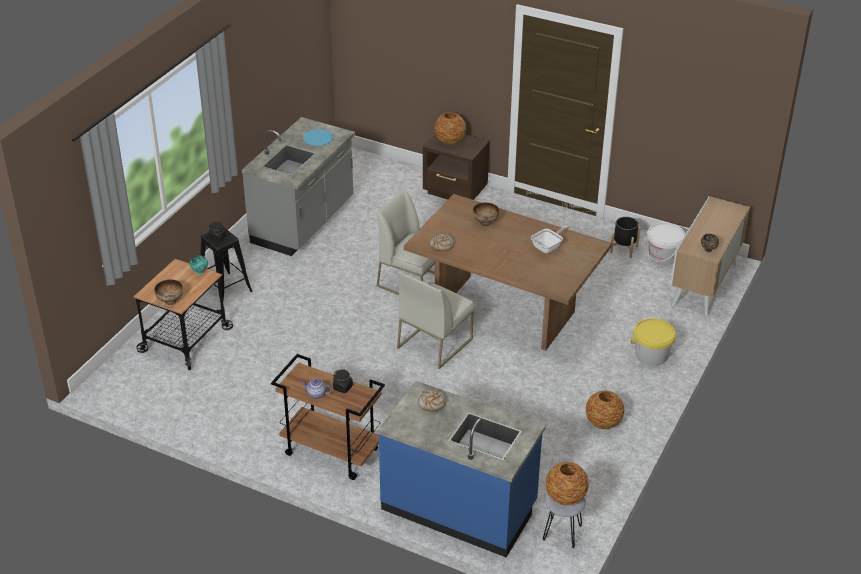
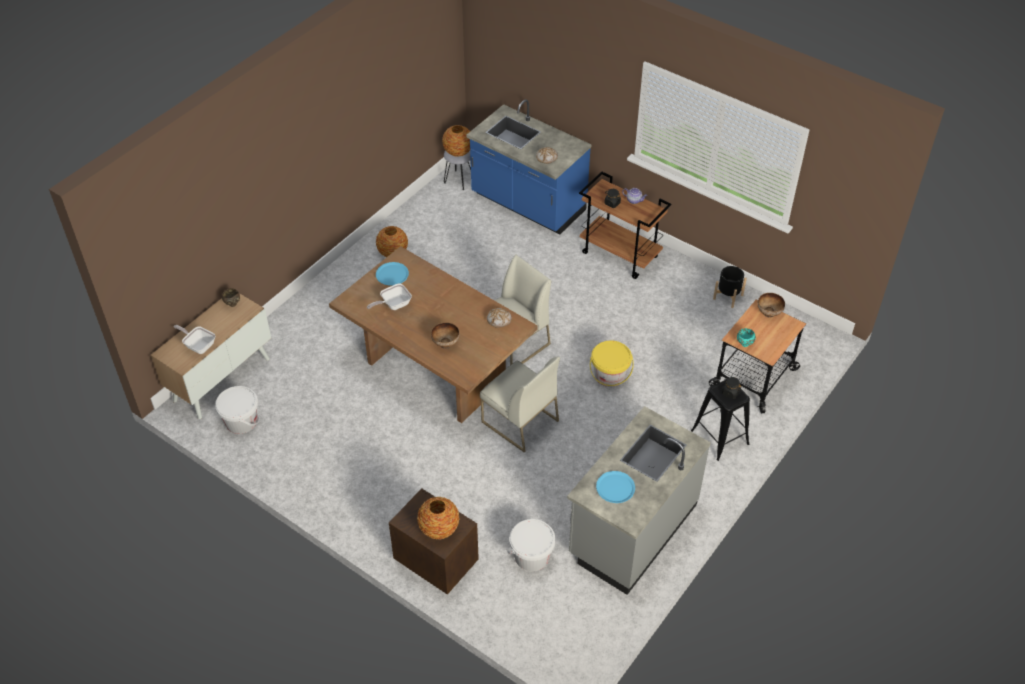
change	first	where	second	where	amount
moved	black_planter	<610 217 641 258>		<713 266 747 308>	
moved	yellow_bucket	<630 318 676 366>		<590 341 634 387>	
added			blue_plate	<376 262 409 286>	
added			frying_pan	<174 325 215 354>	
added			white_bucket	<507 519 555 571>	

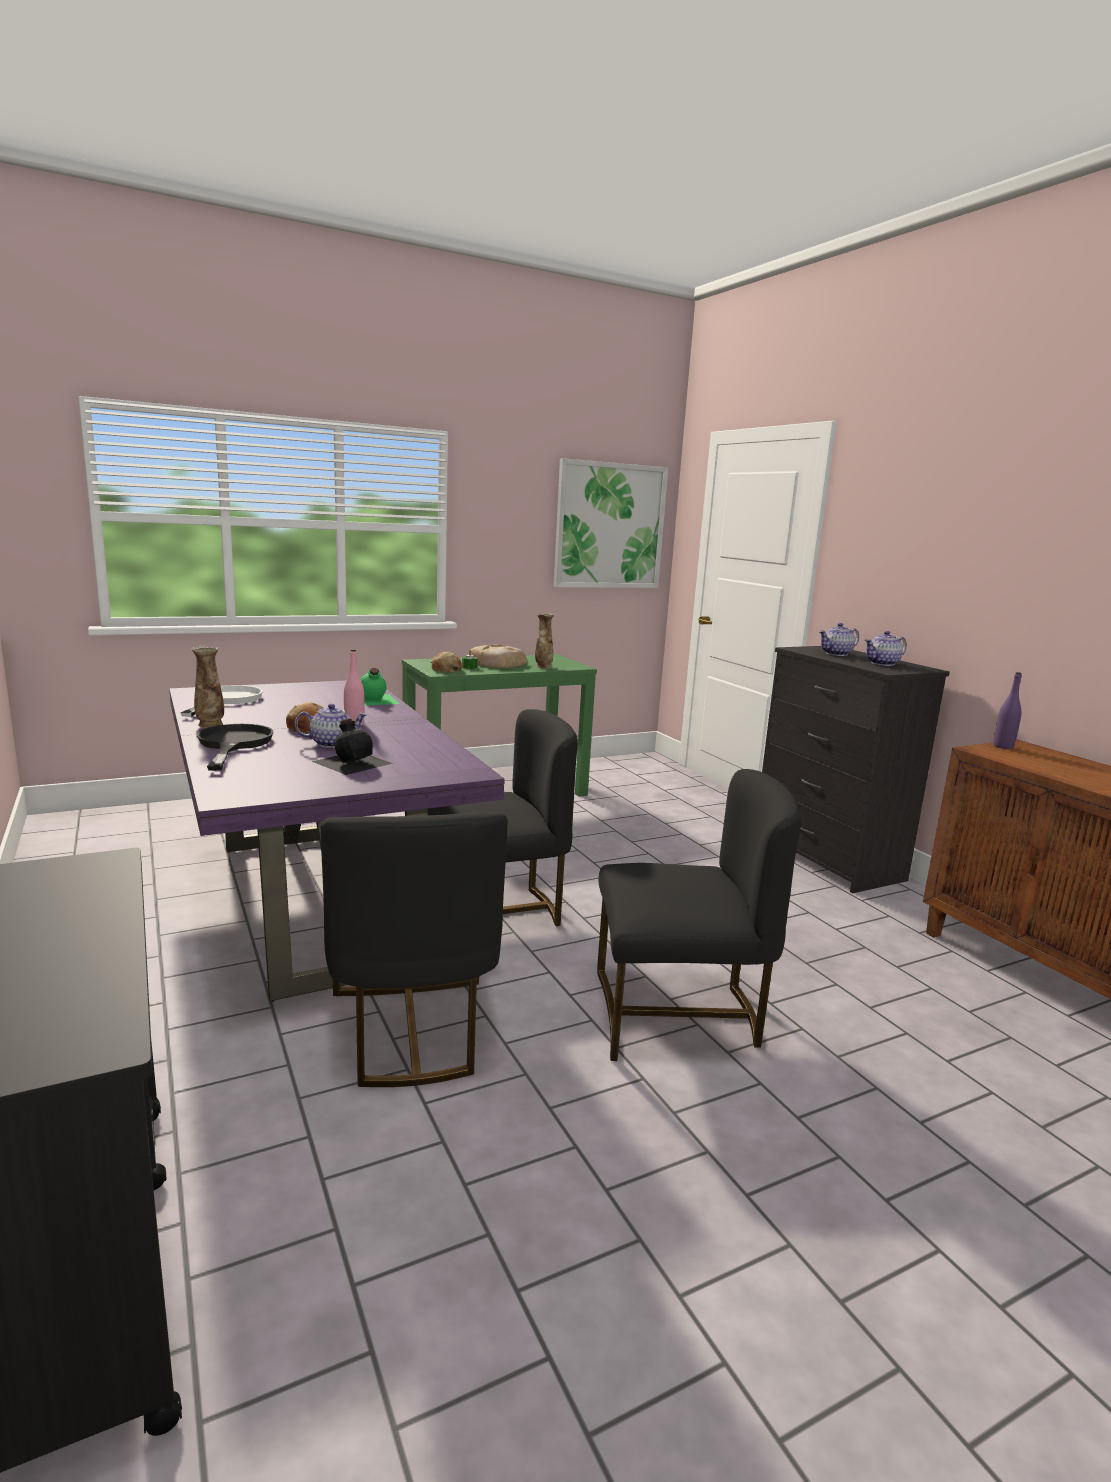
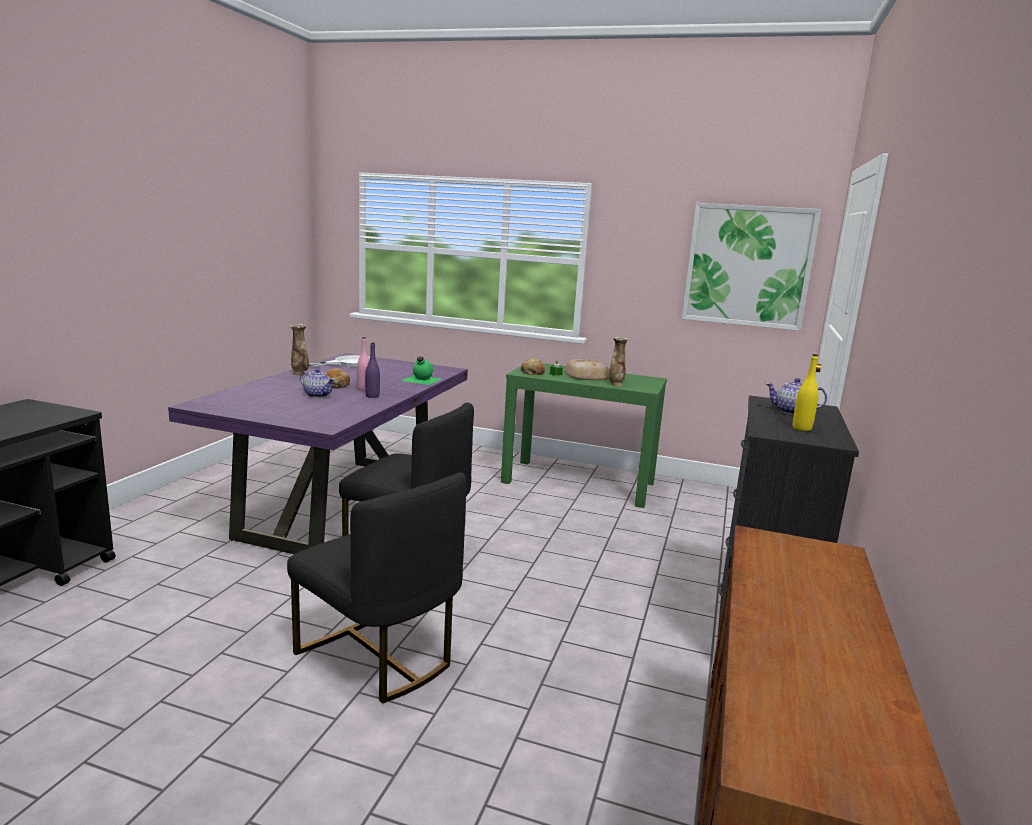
change	first	where	second	where	amount
replaced	teapot	<865 631 907 666>	yellow_bottle	<793 354 819 431>	
moved	purple_bottle	<993 672 1022 749>		<365 342 380 398>	
removed	black_bottle	<311 718 393 775>			
removed	black_frying_pan	<197 724 273 771>			
removed	black_chair	<320 812 508 1087>			

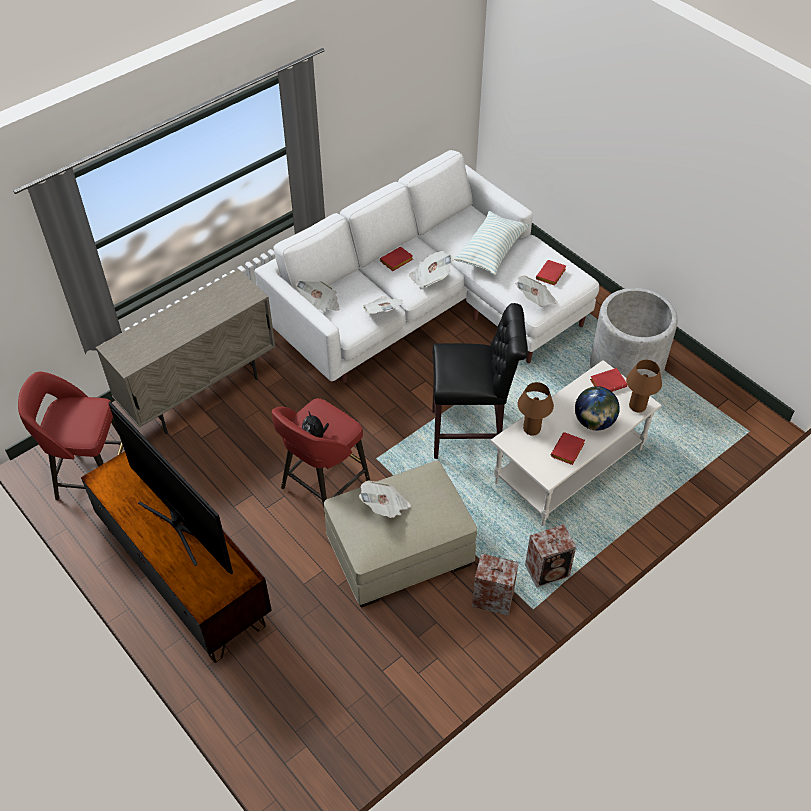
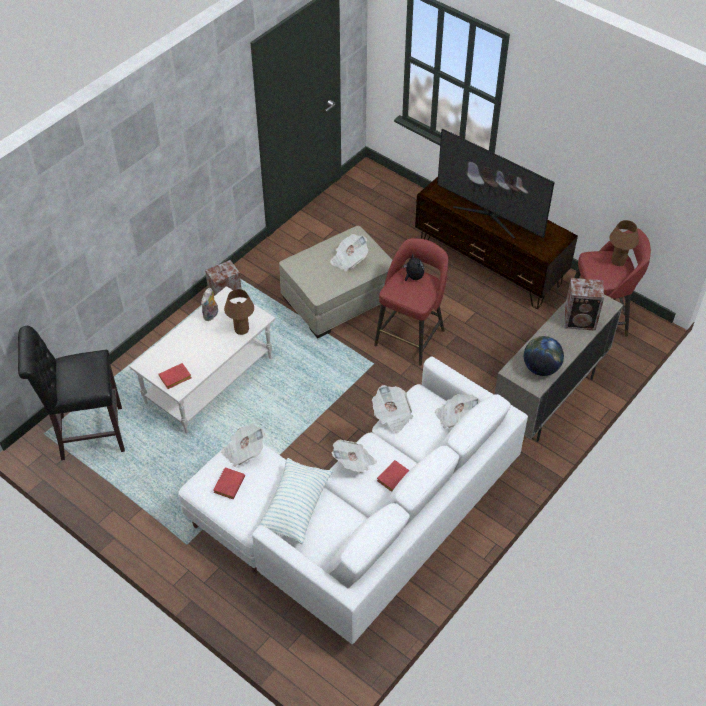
change	first	where	second	where	amount
removed	grey_planter	<590 288 678 378>			
moved	black_stool	<432 303 528 459>		<18 326 125 460>	
moved	brown_table_lamp	<626 360 662 413>		<609 220 639 266>	
moved	globe	<575 386 620 430>		<524 336 564 376>	
replaced	red_book	<551 432 585 465>	plush_toy	<201 288 218 321>	
moved	speaker	<472 553 519 616>		<564 278 604 331>	

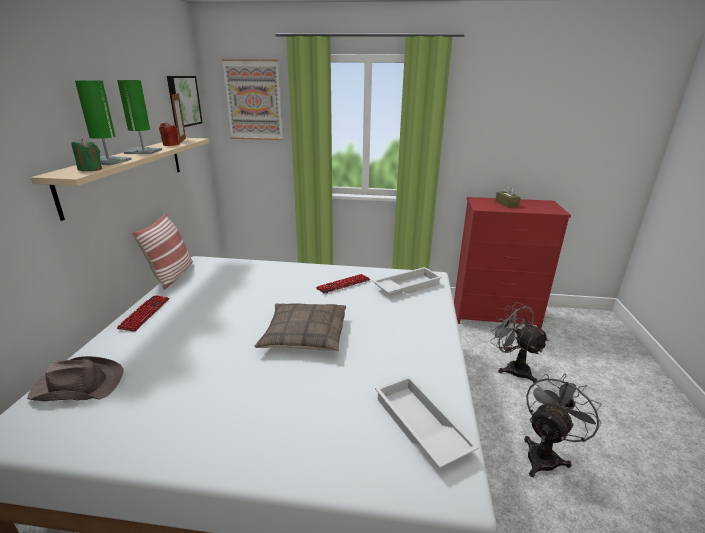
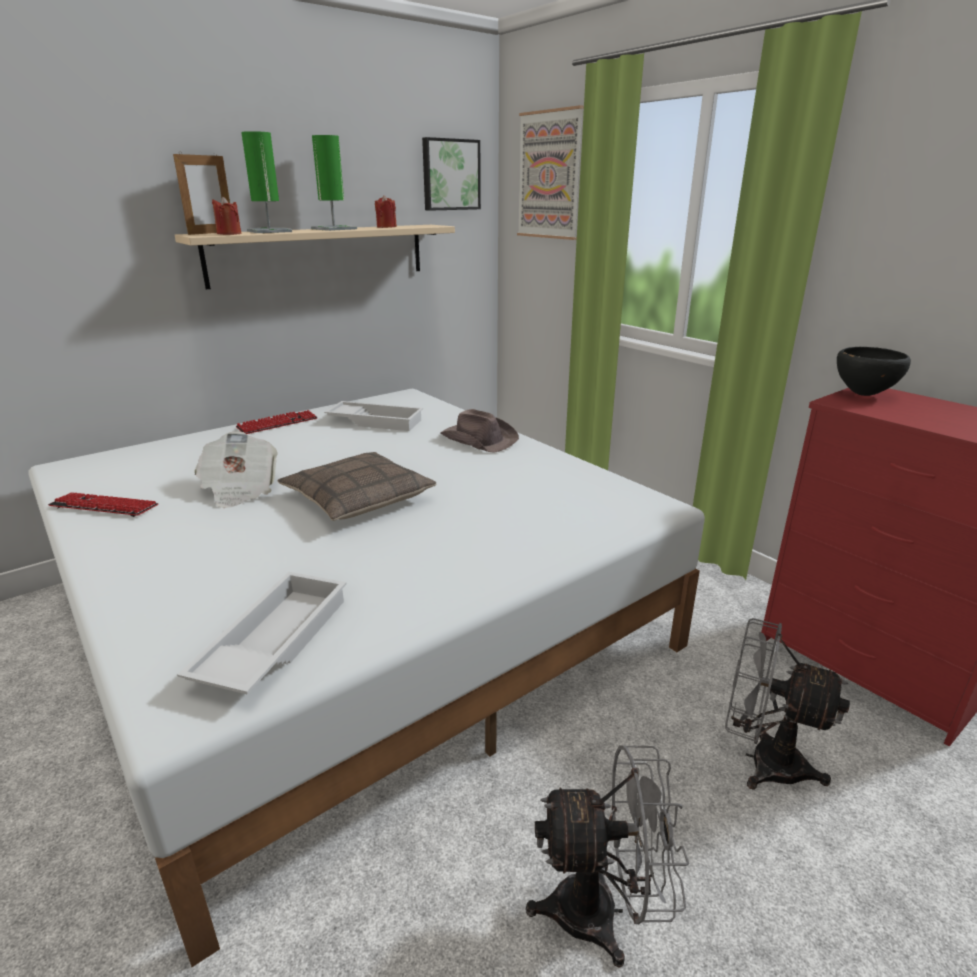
change	first	where	second	where	amount
moved	picture_frame	<171 93 186 143>		<173 151 230 235>	
recoloured	green_candle	<71 138 102 171>	red_candle	<212 197 241 235>	
removed	brown_tissue_box	<495 185 521 208>			
removed	pillow	<132 213 193 290>			
moved	white_tray	<373 267 442 294>		<324 401 423 431>	
moved	keyboard	<316 274 370 294>		<48 492 158 517>	
turned	grey_fan	<490 302 549 383>		<725 618 850 790>	75 degrees counterclockwise
moved	brown_hat	<27 356 124 401>		<441 409 519 453>	
added			black_bowl	<837 347 911 396>	
added			newspaper	<194 431 278 508>	

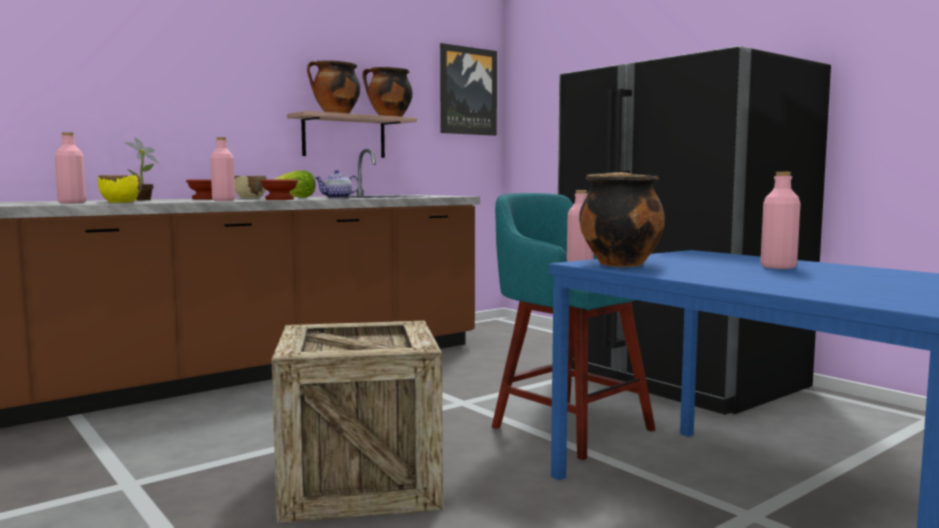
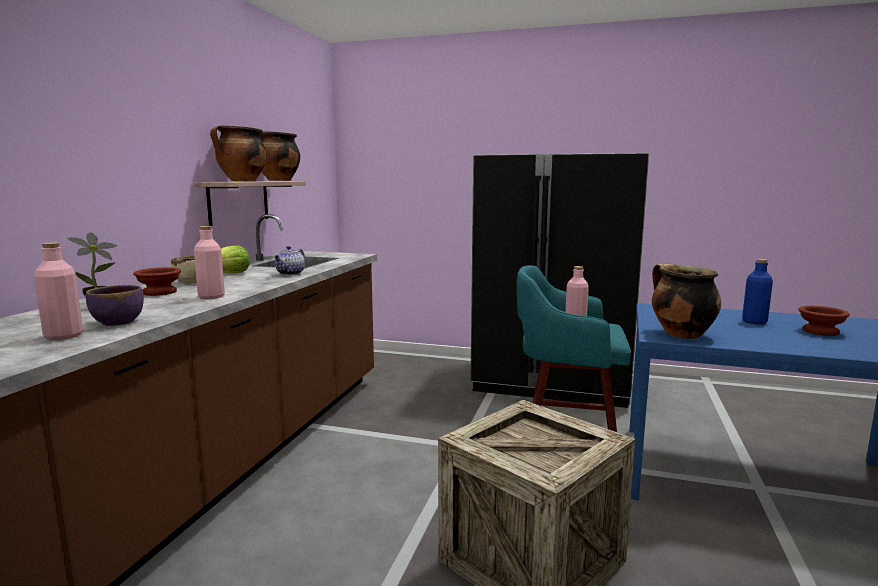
change	first	where	second	where	amount
removed	picture	<440 43 497 136>			
recoloured	pink_bottle	<760 172 801 269>	blue_bottle	<742 259 773 325>	
recoloured	yellow_bowl	<98 175 142 203>	purple_bowl	<86 285 144 326>	
moved	brown_bowl	<260 180 298 200>		<798 306 850 336>	

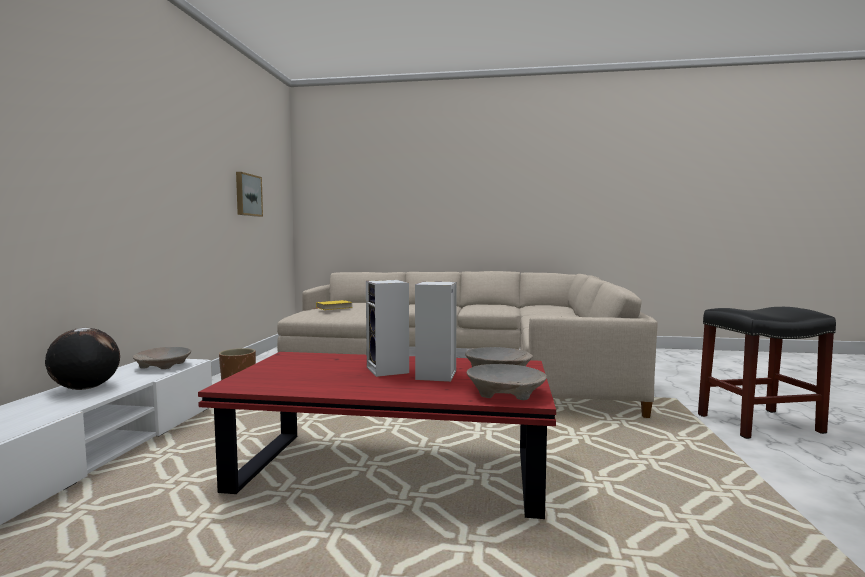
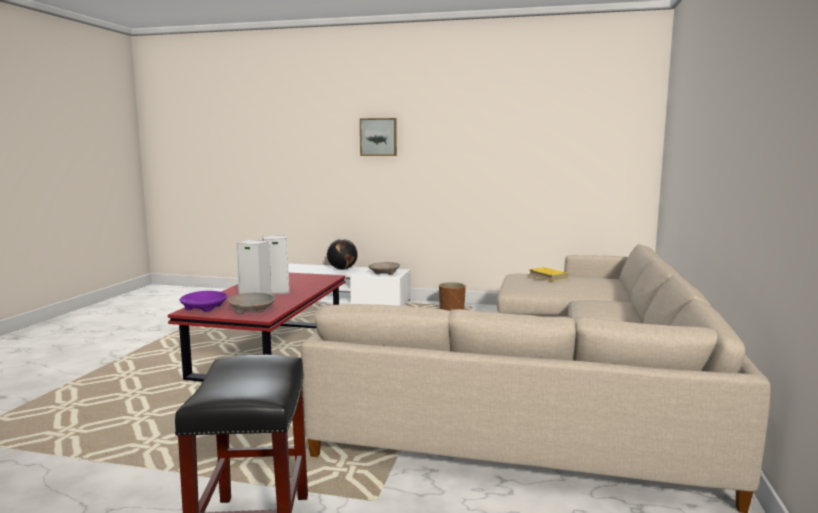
change	first	where	second	where	amount
moved	picture	<236 172 263 217>		<360 118 397 156>	
recoloured	beige_bowl	<467 364 547 400>	purple_bowl	<179 291 227 311>	

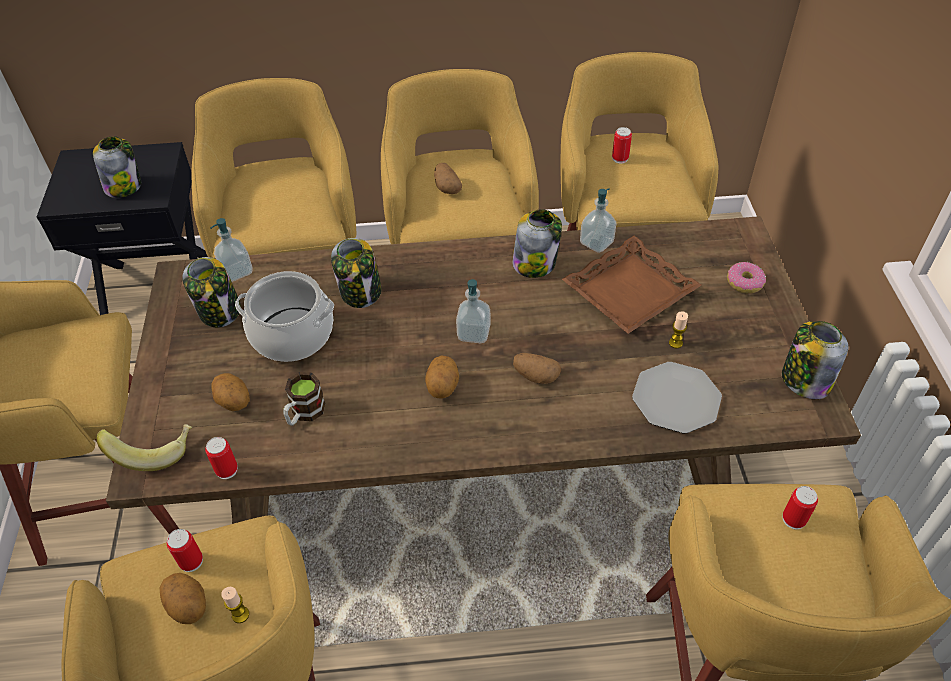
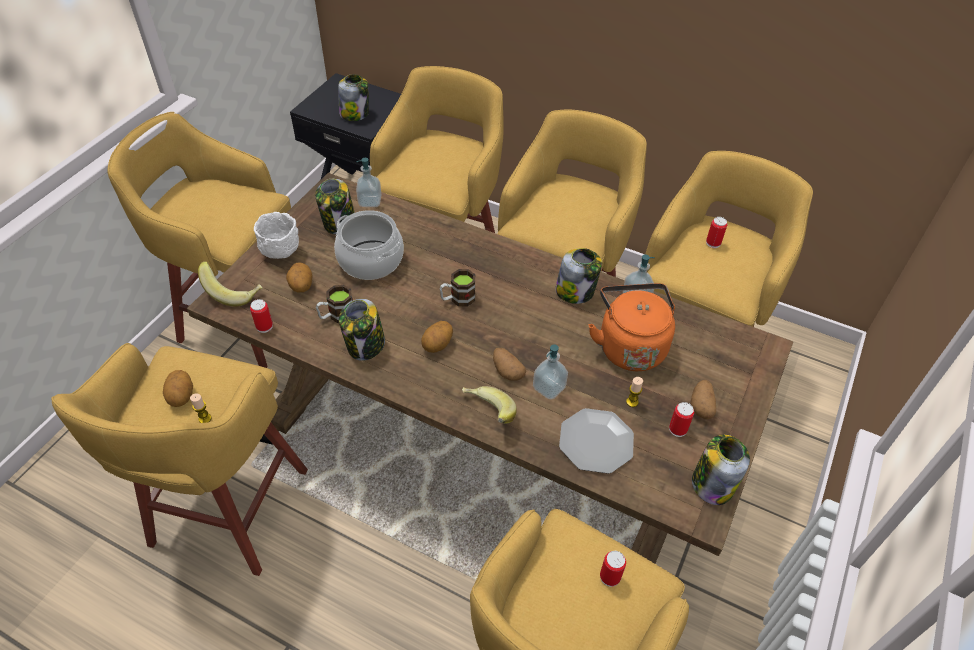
change	first	where	second	where	amount
moved	potato	<434 163 462 194>		<691 380 716 419>	
replaced	brown_tray	<562 235 701 334>	orange_kettle	<589 283 675 371>	
moved	jar	<331 238 381 308>		<339 299 385 361>	
removed	donut	<727 262 766 294>			
moved	soap_dispenser	<456 279 490 343>		<533 345 568 399>	
moved	can	<167 529 203 572>		<669 402 694 437>	
added			white_bowl	<254 212 299 259>	
added			mug	<440 269 475 306>	
added			banana	<462 386 517 424>	

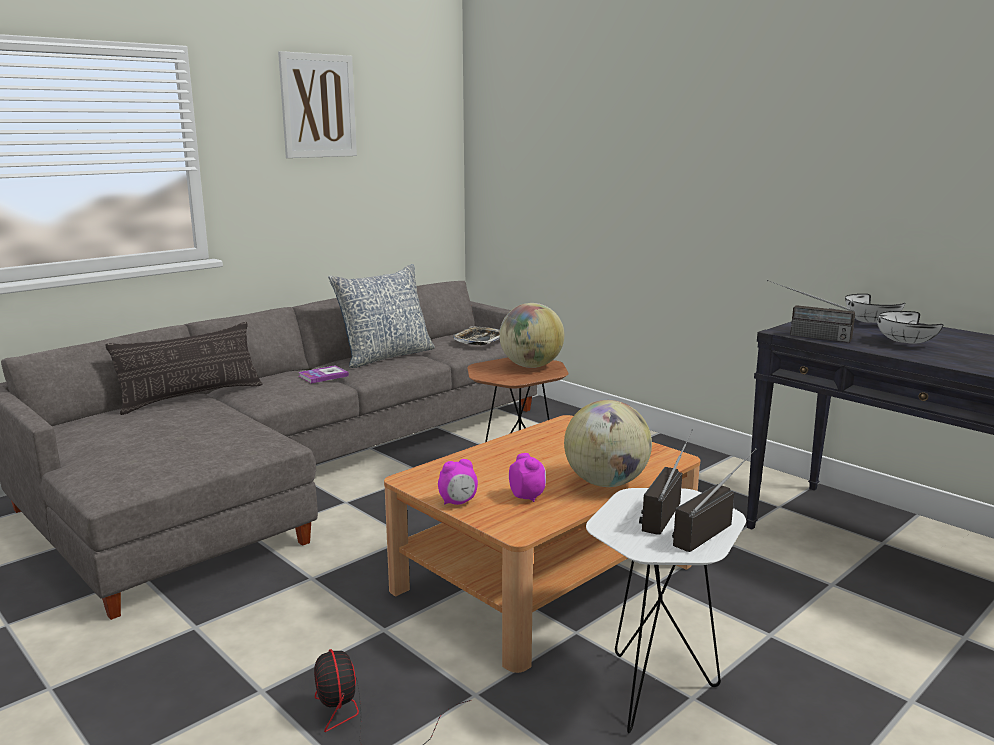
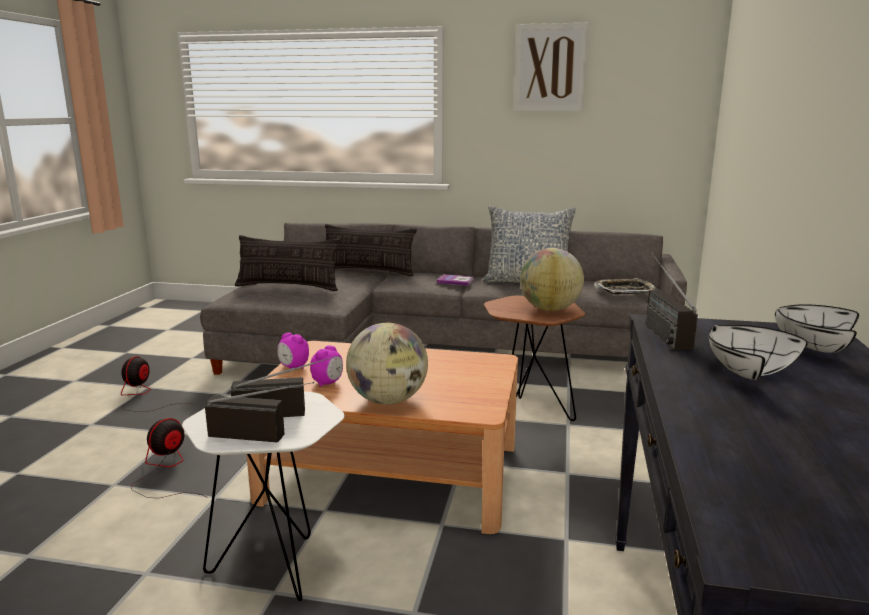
change	first	where	second	where	amount
added			pillow	<235 235 340 291>	
added			fan	<121 356 191 412>	

